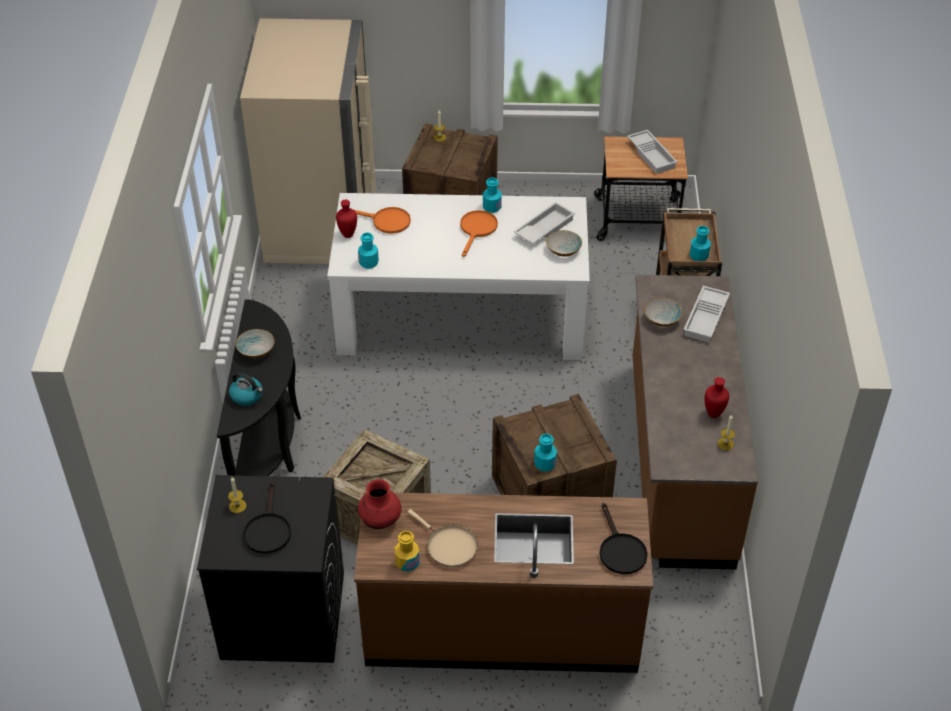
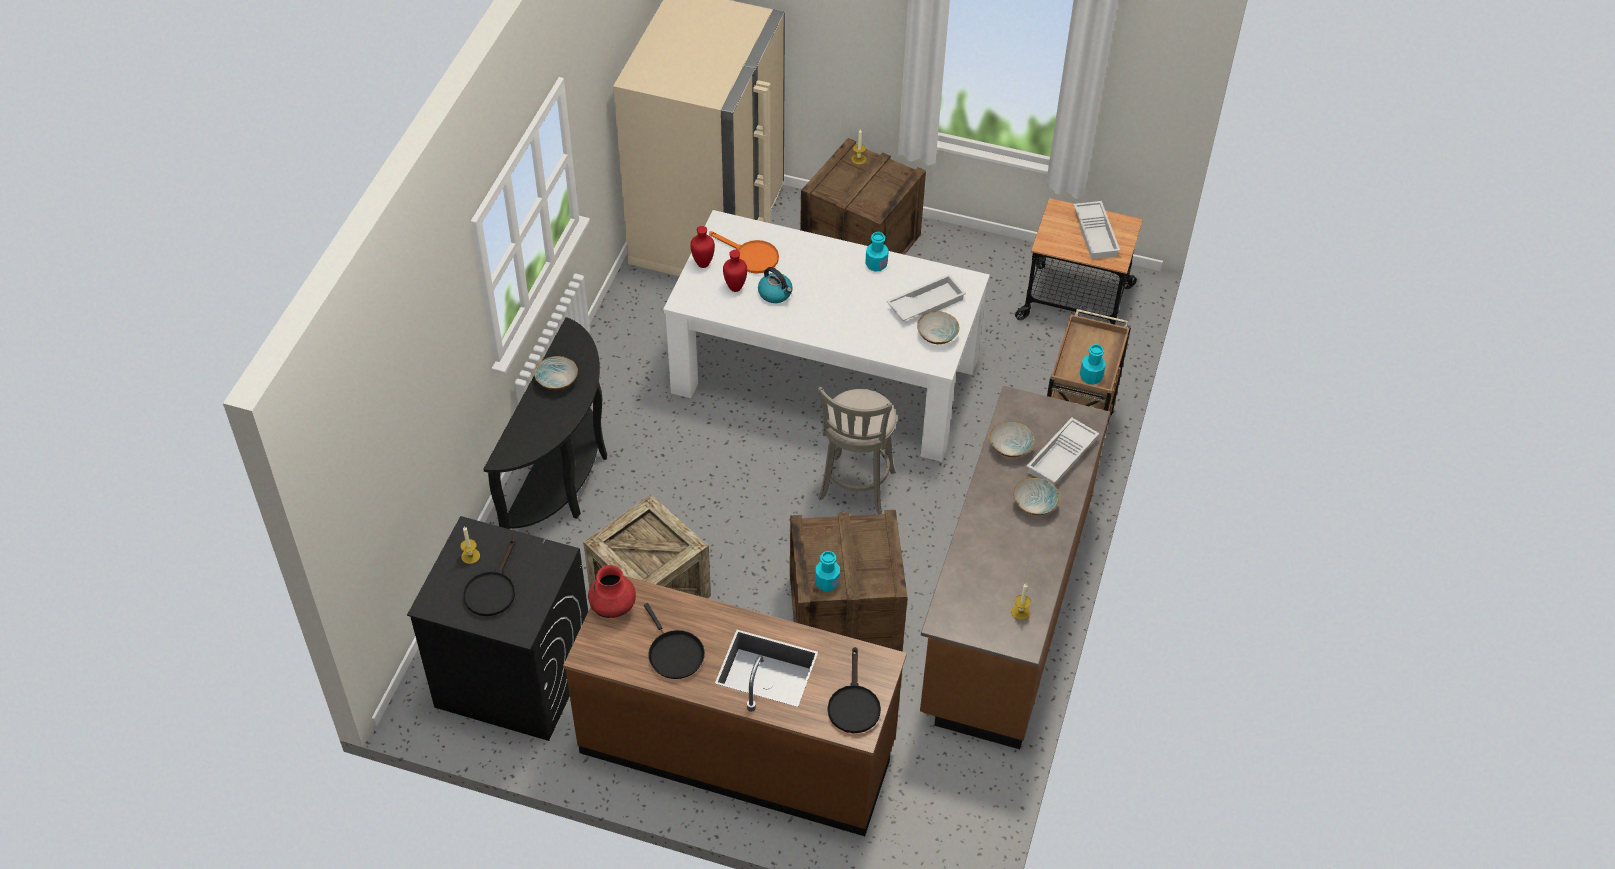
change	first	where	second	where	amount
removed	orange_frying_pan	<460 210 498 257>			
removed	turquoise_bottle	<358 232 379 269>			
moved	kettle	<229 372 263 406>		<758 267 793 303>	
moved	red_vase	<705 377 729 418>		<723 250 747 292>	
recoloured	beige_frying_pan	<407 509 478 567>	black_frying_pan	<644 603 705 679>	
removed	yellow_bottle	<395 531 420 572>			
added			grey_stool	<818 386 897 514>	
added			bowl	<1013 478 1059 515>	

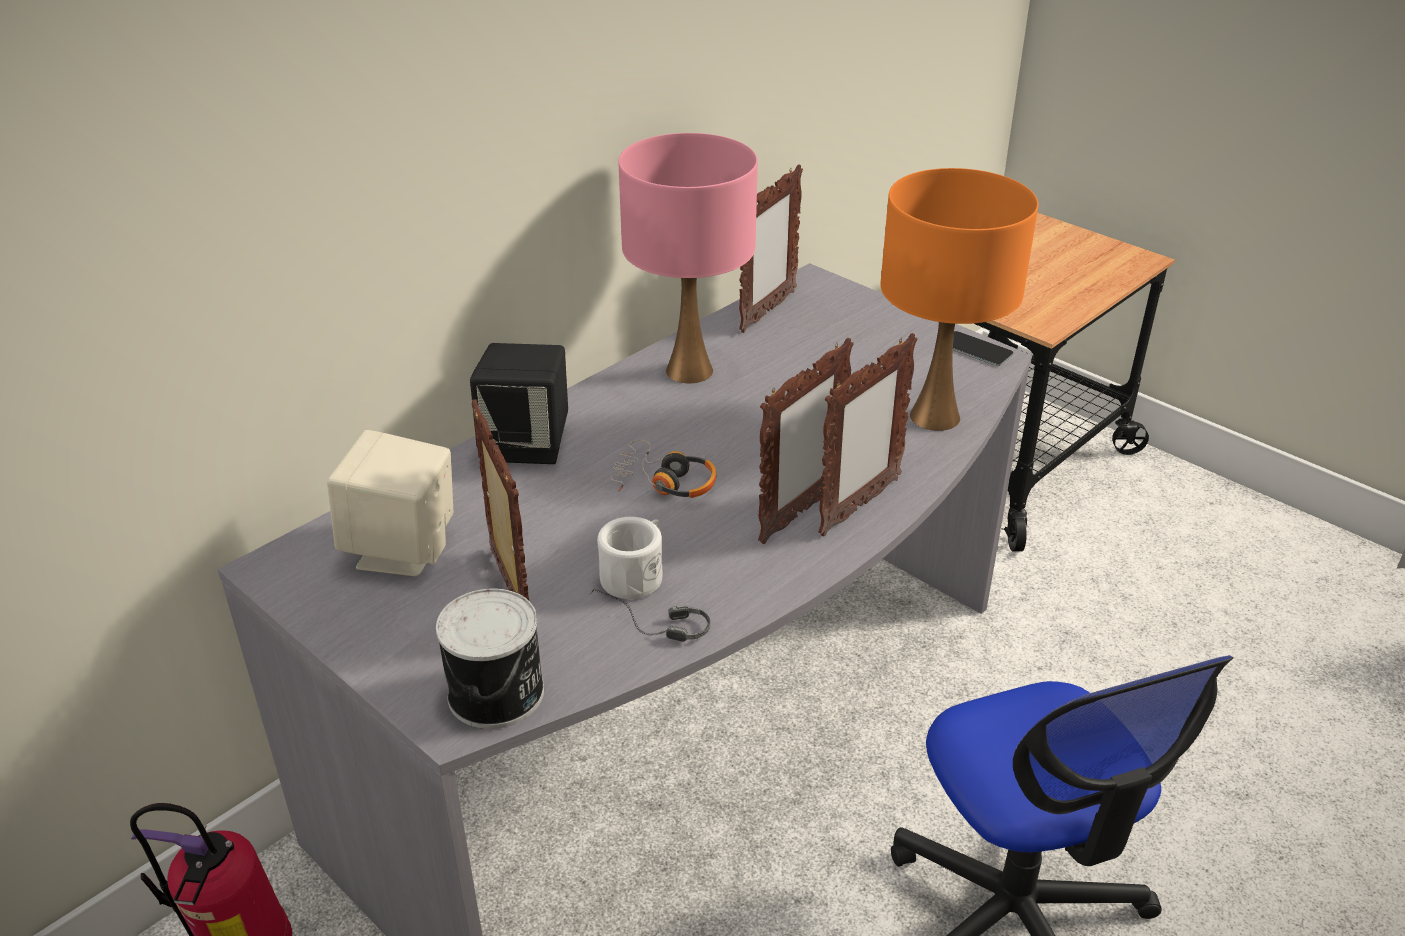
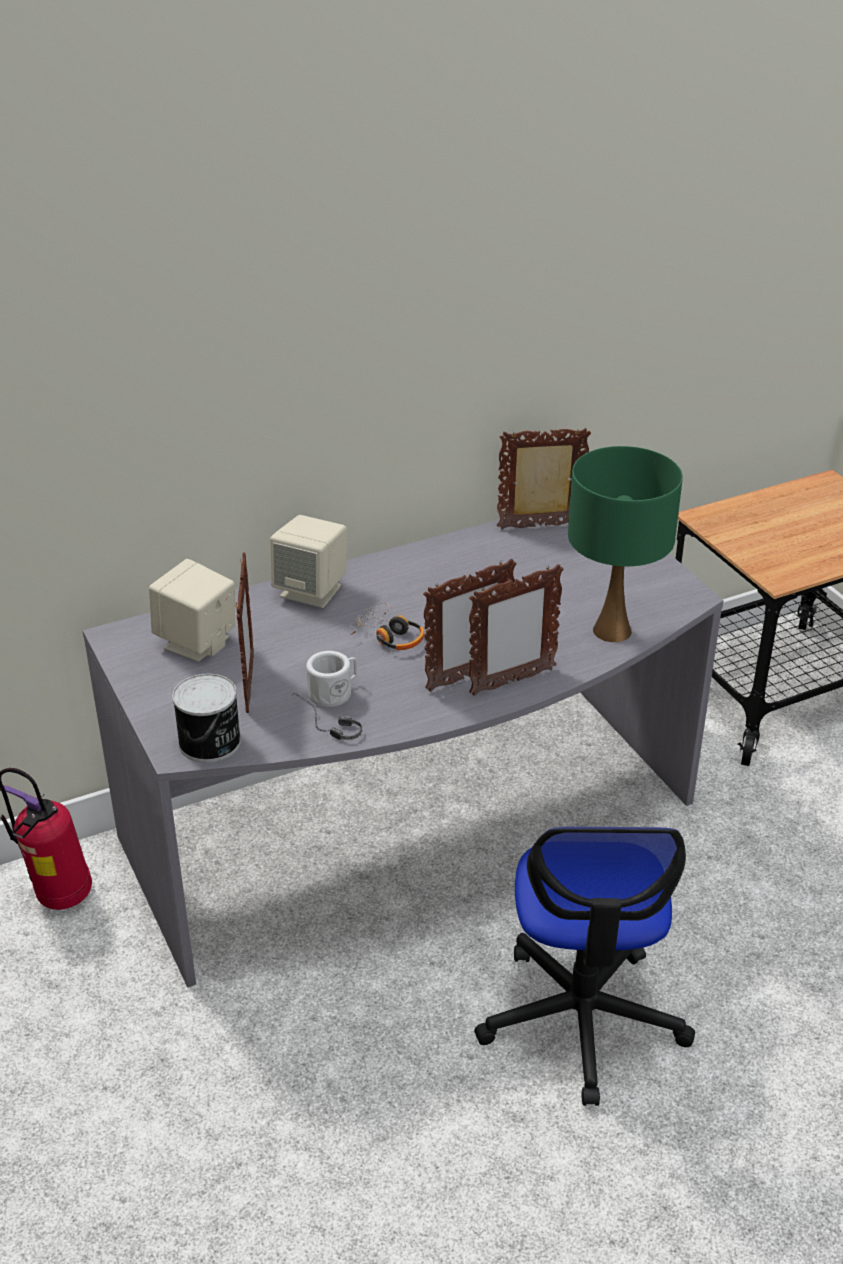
change	first	where	second	where	amount
removed	pink_table_lamp	<619 133 758 383>			
turned	picture_frame	<739 164 803 333>		<497 428 591 530>	150 degrees counterclockwise
recoloured	orange_table_lamp	<881 168 1039 431>	green_table_lamp	<568 446 683 642>	
removed	phone	<953 331 1013 366>			
recoloured	black_speaker	<470 343 568 464>	beige_speaker	<270 515 347 608>	

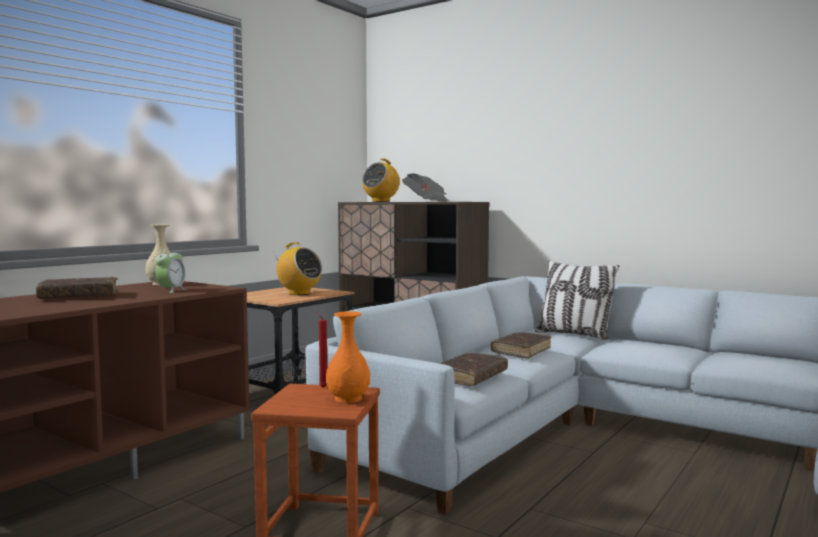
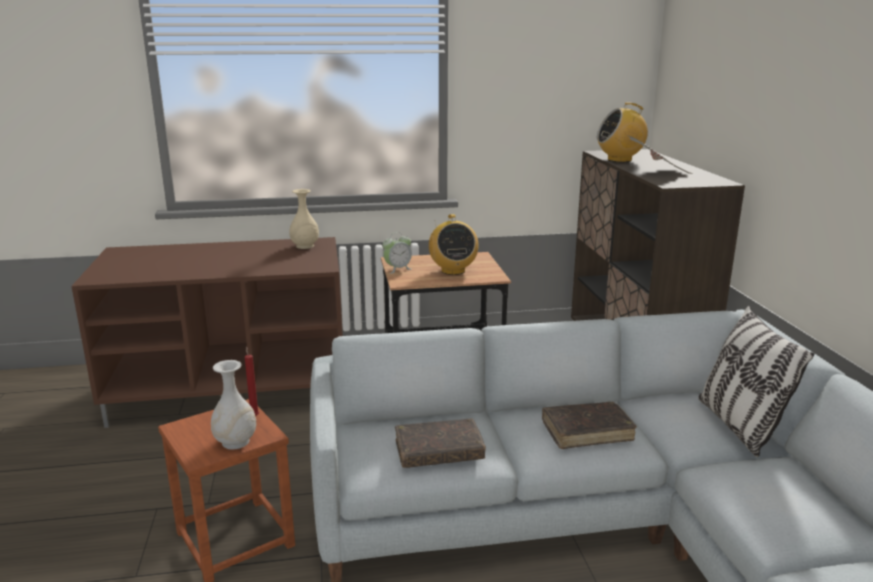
change	first	where	second	where	amount
moved	alarm_clock	<155 248 186 293>		<383 232 412 274>	
removed	brown_book	<36 277 118 299>			
recoloured	orange_vase	<326 311 370 403>	white_vase	<211 360 256 450>	

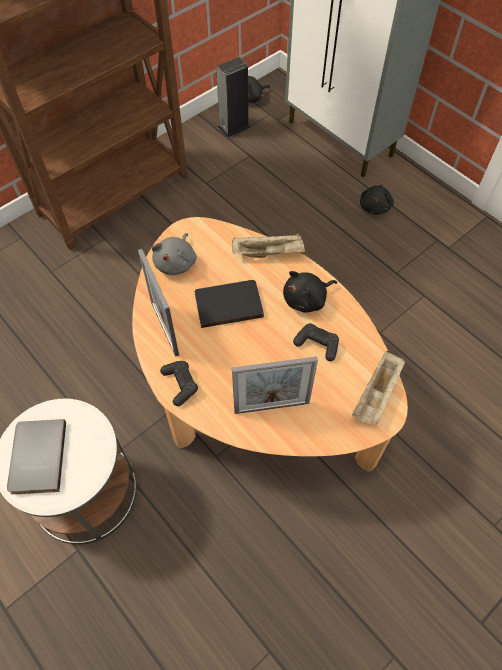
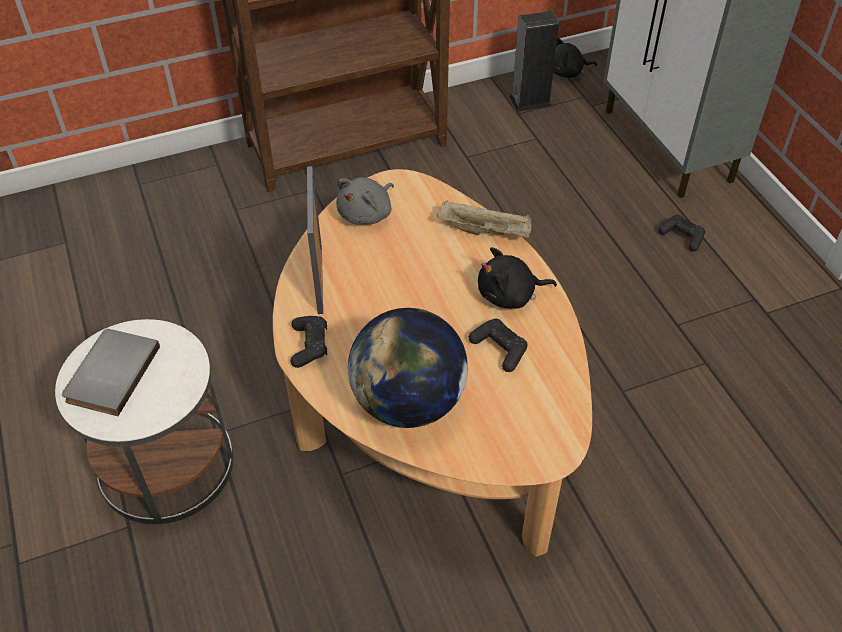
change	first	where	second	where	amount
replaced	black_plush_toy	<360 185 394 215>	black_game_controller	<658 215 705 251>	
removed	black_book	<195 280 264 328>			
removed	beige_tray	<352 351 405 425>			
replaced	picture_frame	<232 356 318 414>	globe	<348 308 468 428>	

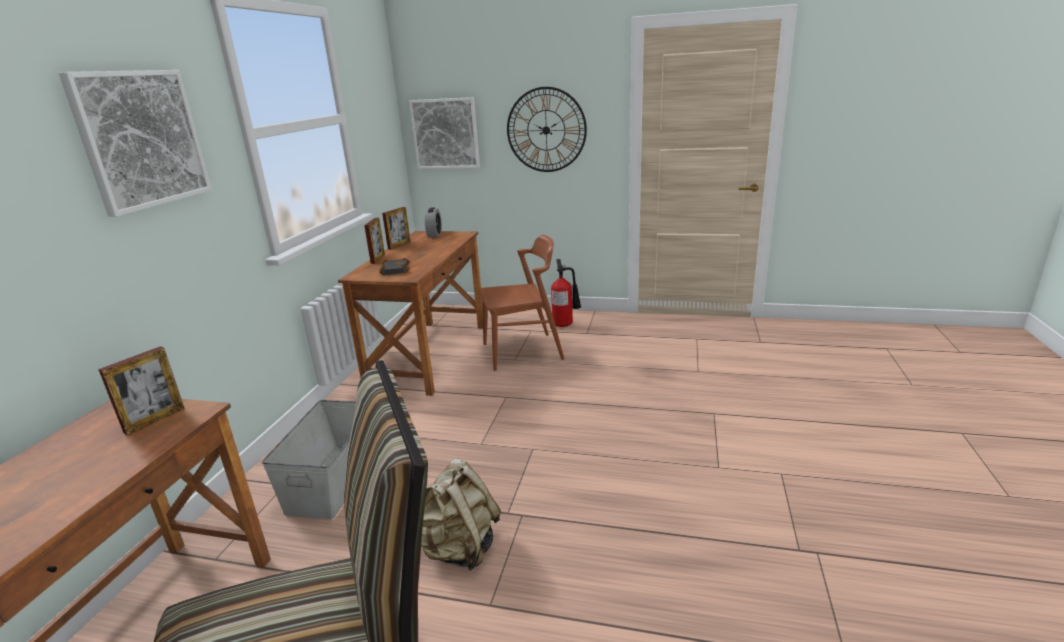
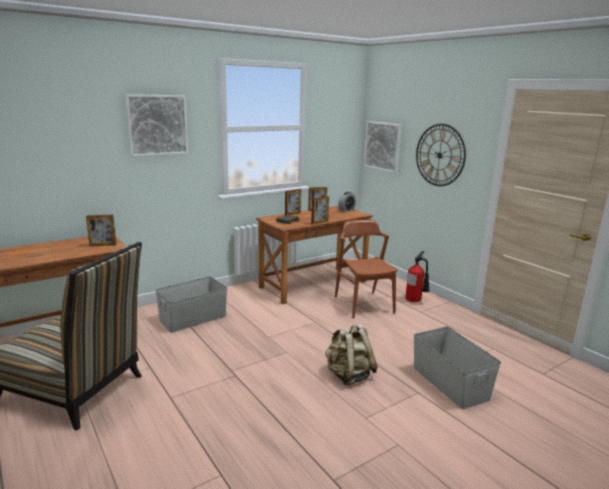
change	first	where	second	where	amount
turned	brown_chair	<479 235 564 371>		<335 220 397 319>	135 degrees counterclockwise
moved	beige_backpack	<421 458 501 571>		<325 324 378 385>	
added			picture_frame	<311 196 329 224>	
added			grey_storage_box	<413 327 501 409>	

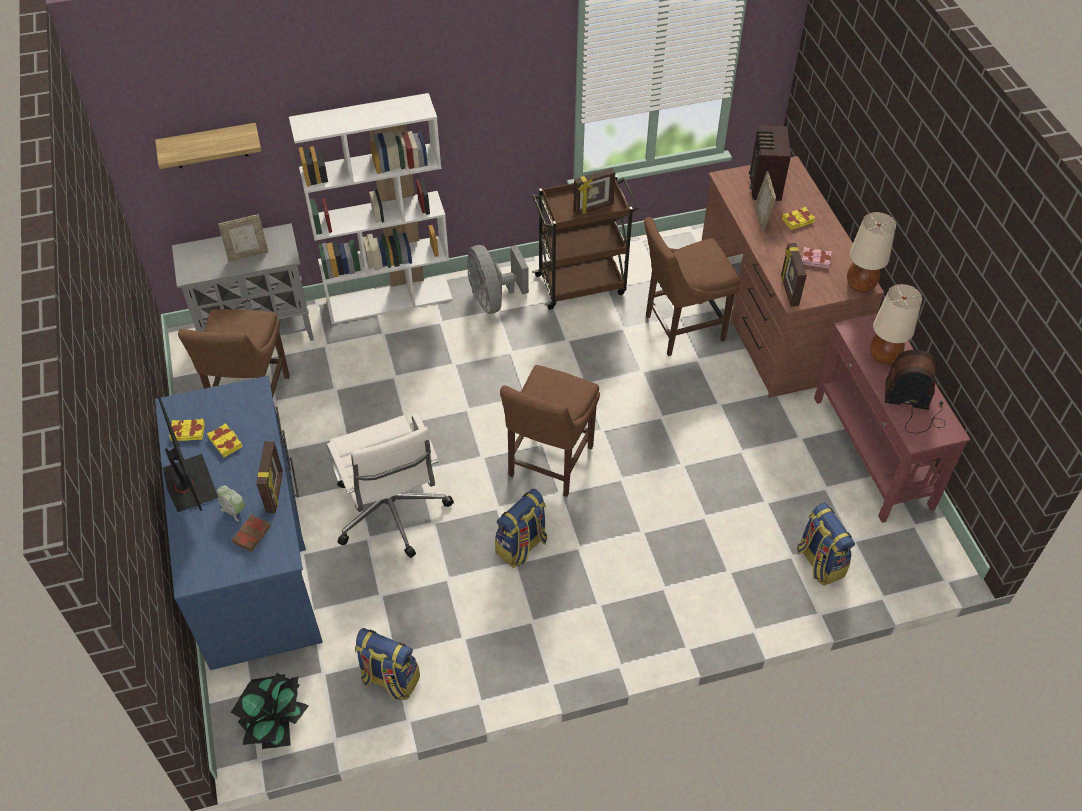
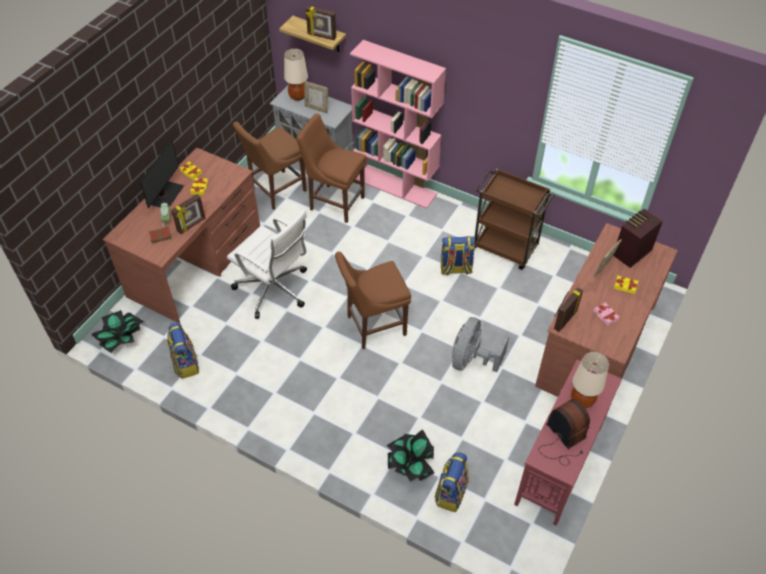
change	first	where	second	where	amount
recoloured	white_bookcase	<289 93 453 324>	pink_bookcase	<350 40 446 209>	
moved	picture_frame	<573 168 616 215>		<306 6 336 40>	
moved	beige_table_lamp	<847 212 896 293>		<284 49 308 101>	
moved	brown_chair	<644 217 740 356>		<296 114 366 223>	
moved	grey_fan	<467 245 529 314>		<452 317 509 372>	
recoloured	blue_desk	<155 376 323 670>	brown_desk	<103 148 260 323>	
turned	white_office_chair	<327 413 454 558>		<227 209 307 319>	75 degrees counterclockwise
moved	backpack	<495 489 547 568>		<441 236 475 276>	
added			potted_plant	<386 430 434 482>	

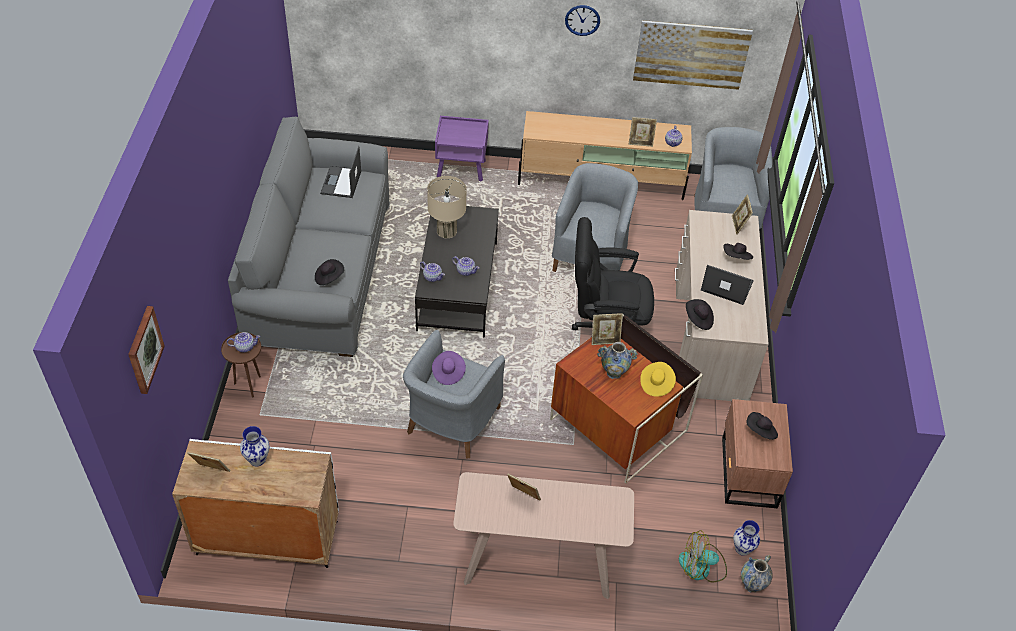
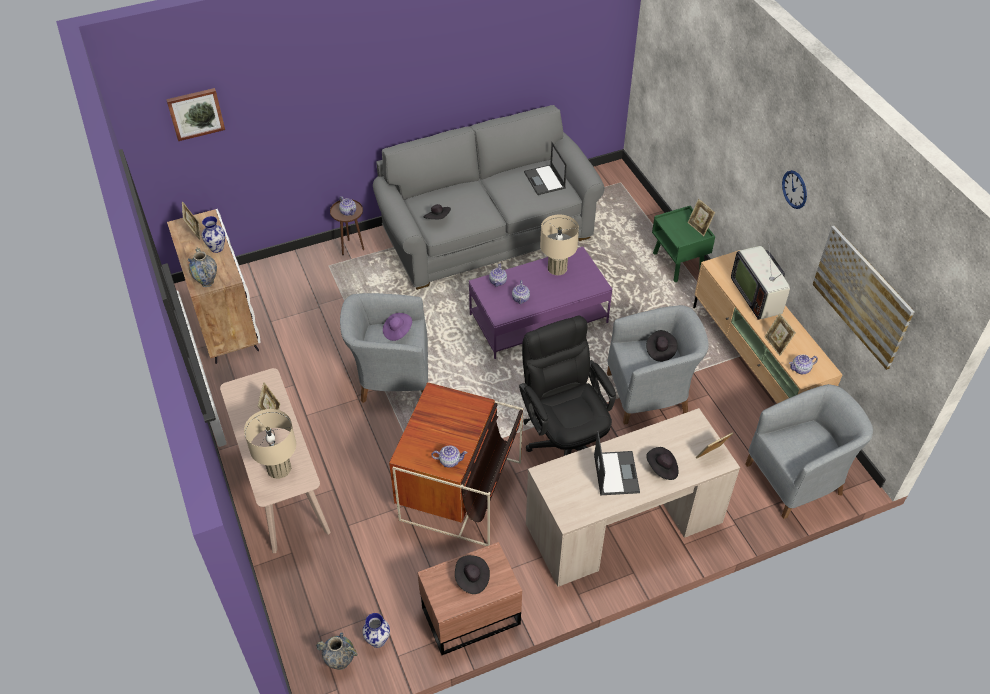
change	first	where	second	where	amount
recoloured	purple_nightstand	<435 116 489 181>	green_nightstand	<652 206 715 282>	
turned	laptop	<320 146 362 198>		<524 142 567 195>	90 degrees counterclockwise
recoloured	black_coffee_table	<415 206 499 338>	purple_coffee_table	<469 247 613 359>	
moved	black_hat	<686 299 714 330>		<646 330 678 362>	
moved	picture_frame	<592 313 623 345>		<688 199 715 236>	
moved	vase	<597 342 638 379>		<188 248 217 287>	
replaced	yellow_hat	<640 362 676 397>	teapot	<431 445 467 468>	
removed	fan	<679 530 727 582>			
added			television	<731 246 790 320>	
added			beige_table_lamp	<244 409 296 479>	

